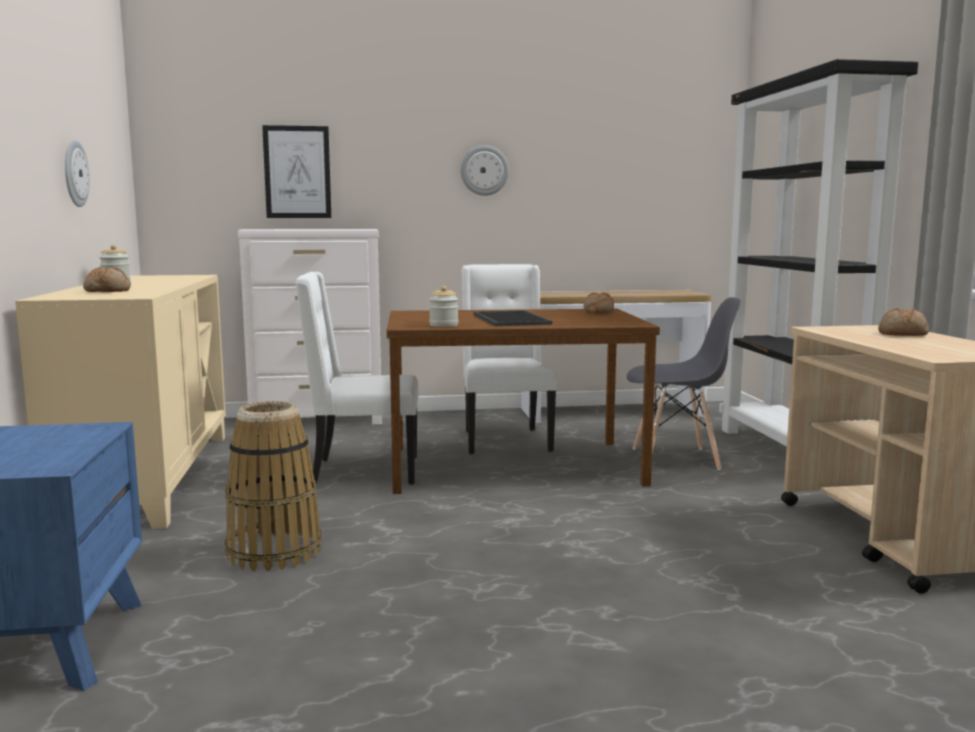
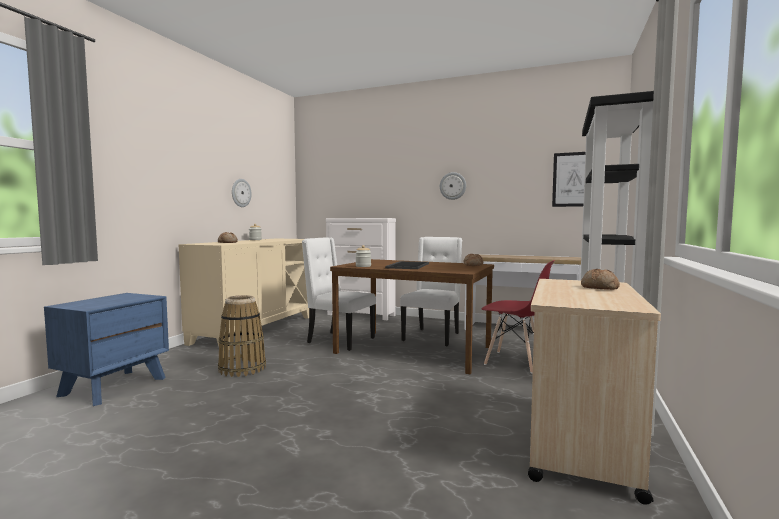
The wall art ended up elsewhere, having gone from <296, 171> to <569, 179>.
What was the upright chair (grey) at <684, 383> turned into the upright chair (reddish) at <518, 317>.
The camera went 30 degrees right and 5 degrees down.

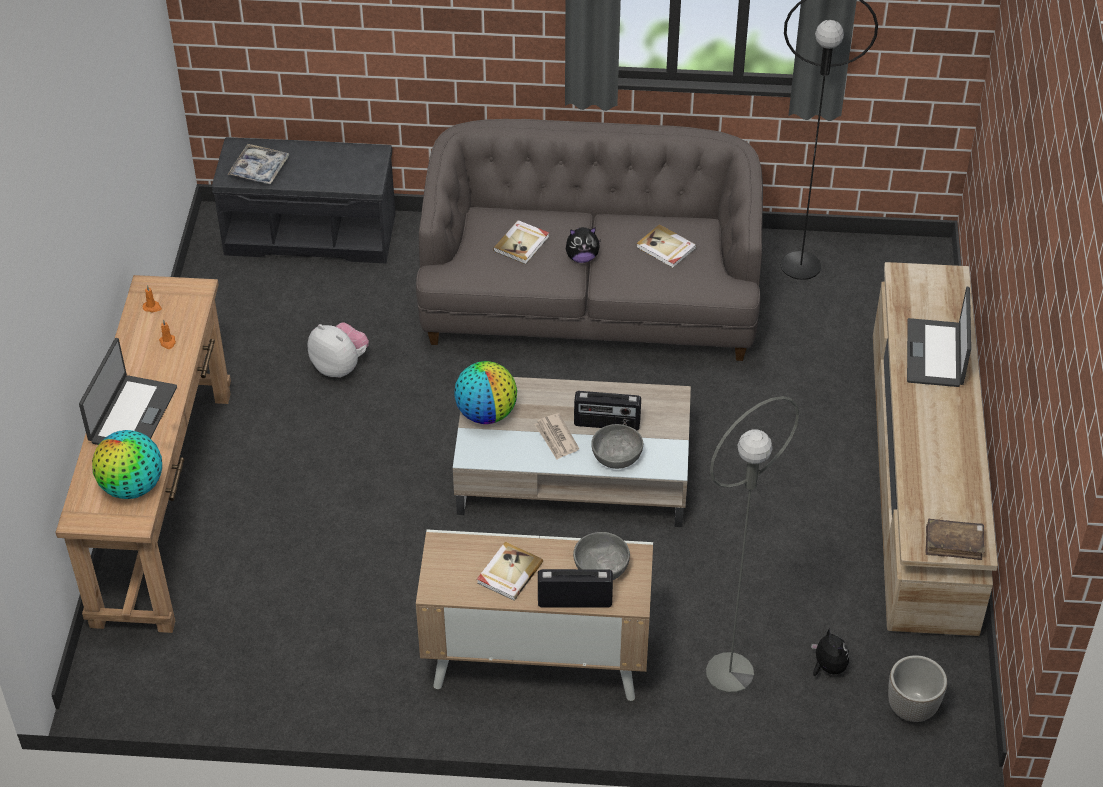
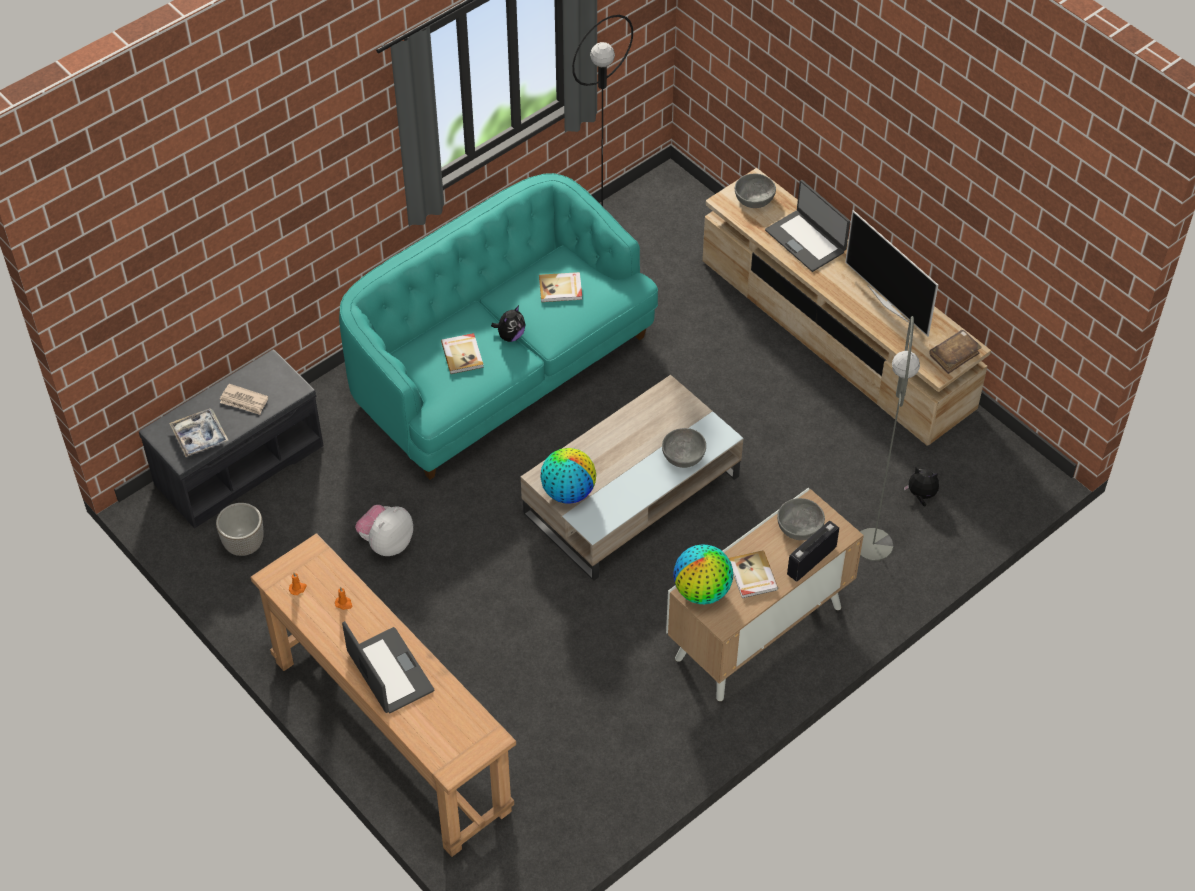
The second view lost the radio at <607, 410>.
The second view gained the bowl (grey) at <755, 191>.
The second view gained the television at <891, 273>.
The globe ended up elsewhere, having gone from <127, 464> to <703, 574>.
The newspaper ended up elsewhere, having gone from <556, 436> to <244, 399>.
The plant pot ended up elsewhere, having gone from <917, 688> to <240, 529>.
What was the couch (grey) at <589, 240> turned into the couch (turquoise) at <498, 326>.
The soft toy at <338, 350> ended up facing another way, 45 degrees counterclockwise from before.
The camera went 45 degrees left and 5 degrees up.

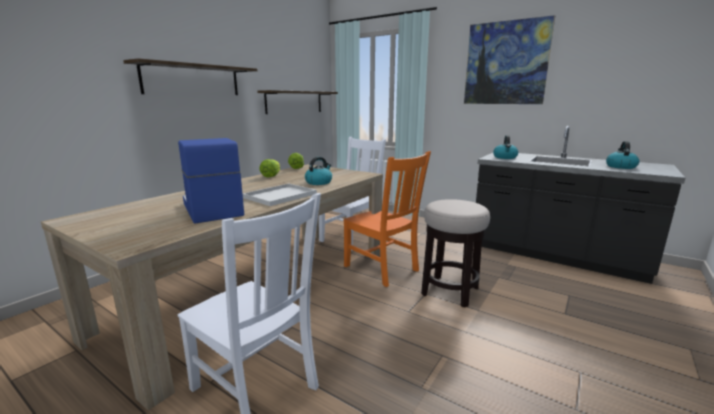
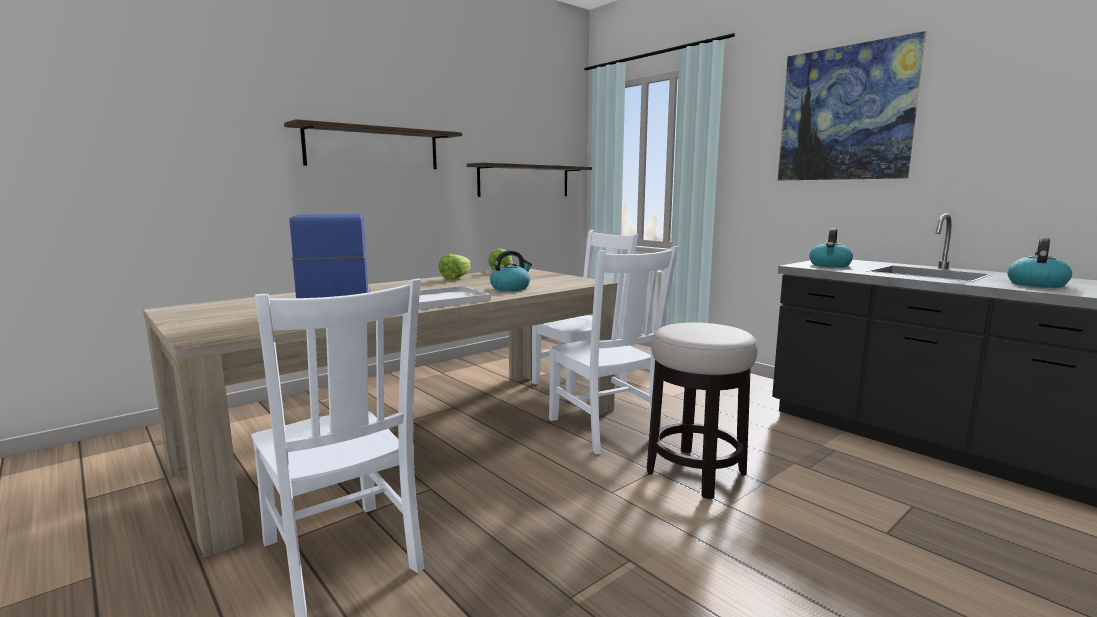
What was the upright chair (orangey) at <387, 219> turned into the upright chair (white) at <613, 350>.
The camera went 15 degrees right and 5 degrees down.

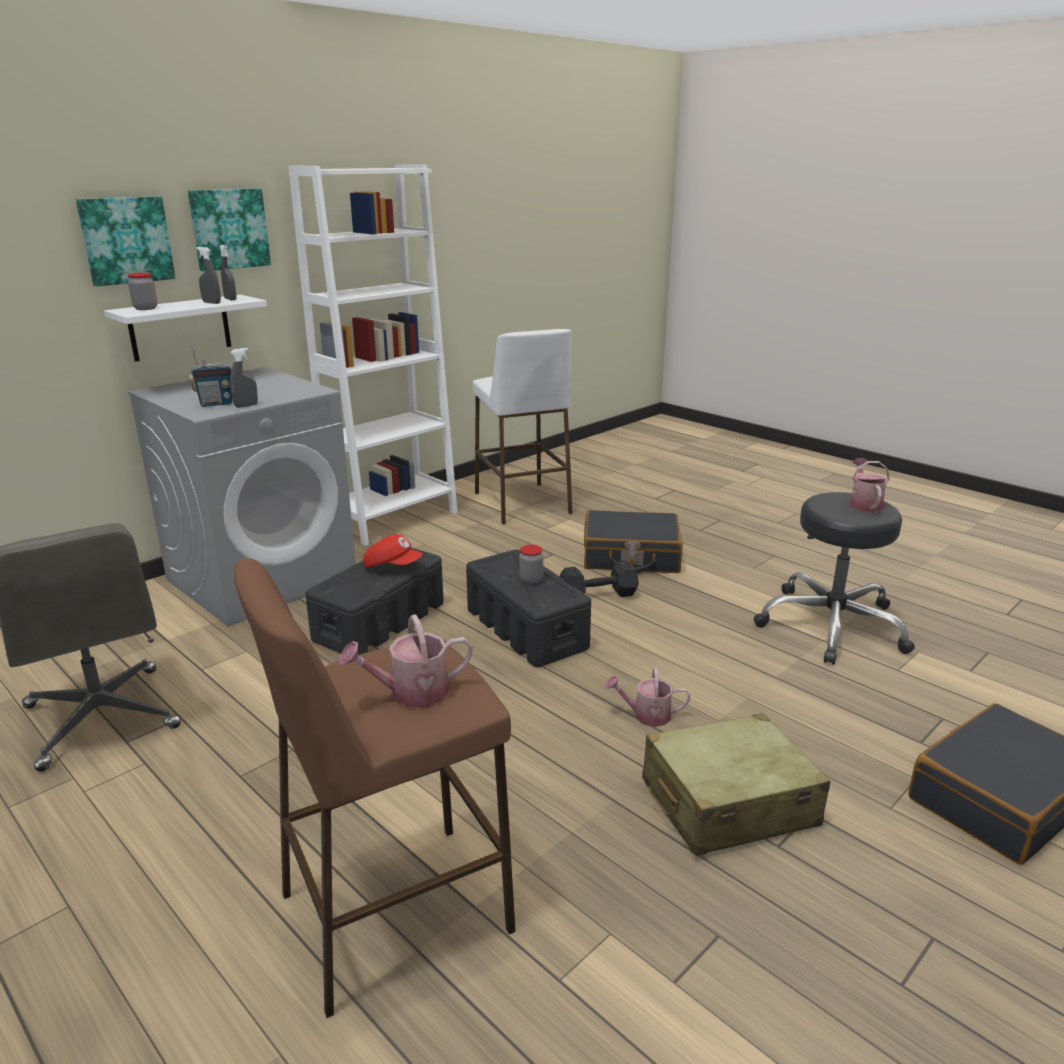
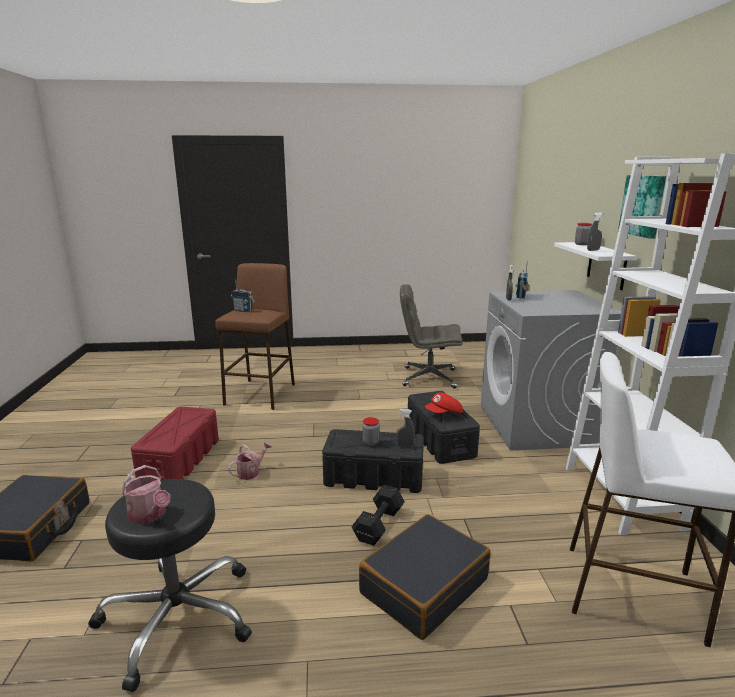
The second view lost the wall art at <126, 241>.
The spray bottle (grey) ended up elsewhere, having gone from <228, 272> to <405, 428>.
Where the watering can stood at <406, 660>, the radio came to stand at <243, 296>.
Where the piece of luggage (beige-coloured) stood at <736, 784>, the storage container (reddish) came to stand at <175, 443>.
The camera went 130 degrees right and 5 degrees down.

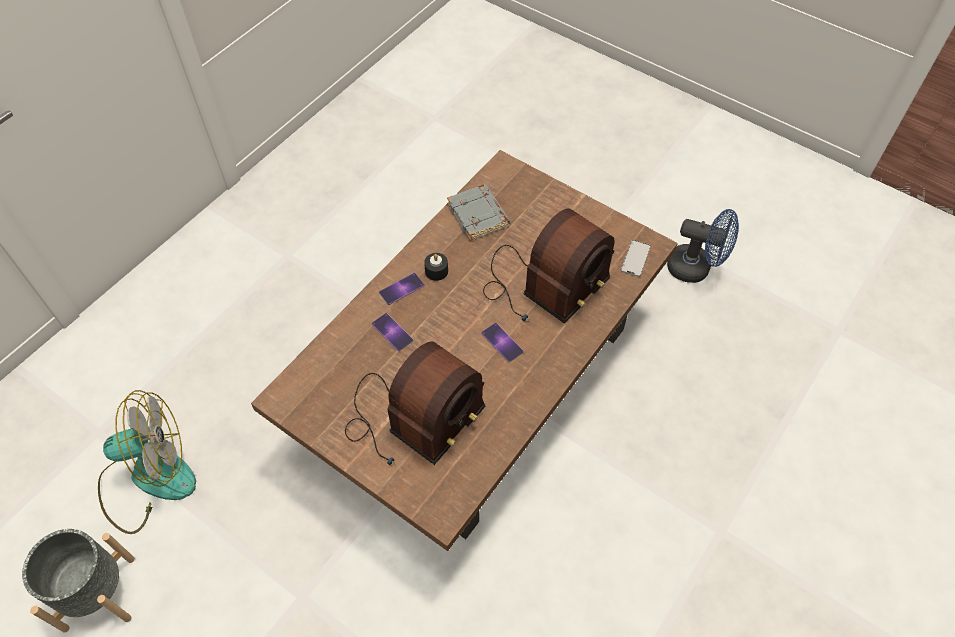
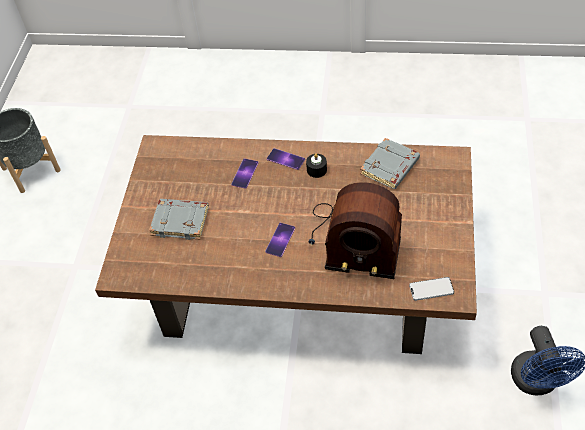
The second view lost the cooling fan at <147, 462>.
Where the radio stood at <415, 403>, the bound book (grey) came to stand at <179, 219>.
The camera went 65 degrees right and 5 degrees down.

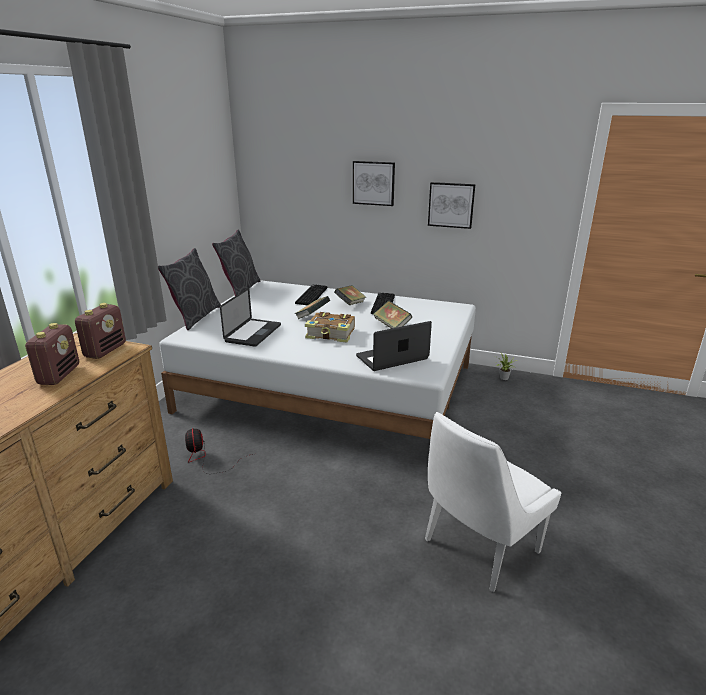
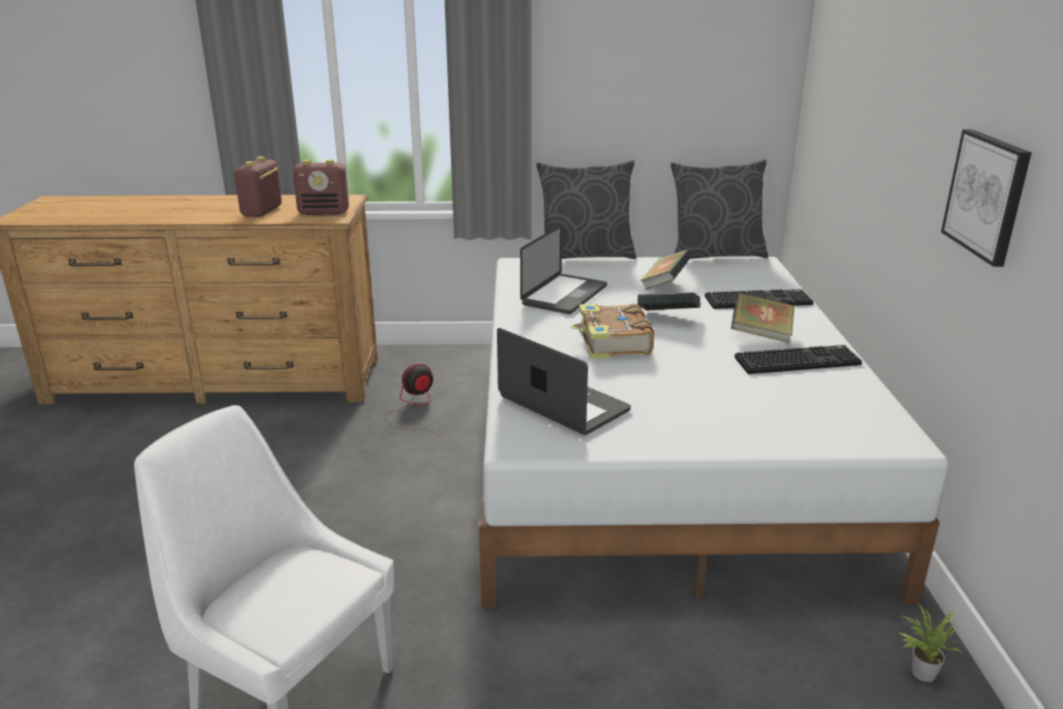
The second view lost the wall art at <374, 183>.
The bound book ended up elsewhere, having gone from <393, 315> to <666, 269>.
The radio at <52, 354> ended up facing another way, 120 degrees clockwise from before.
The notebook computer at <250, 317> ended up facing another way, 60 degrees counterclockwise from before.
The camera went 70 degrees right and 0 degrees up.

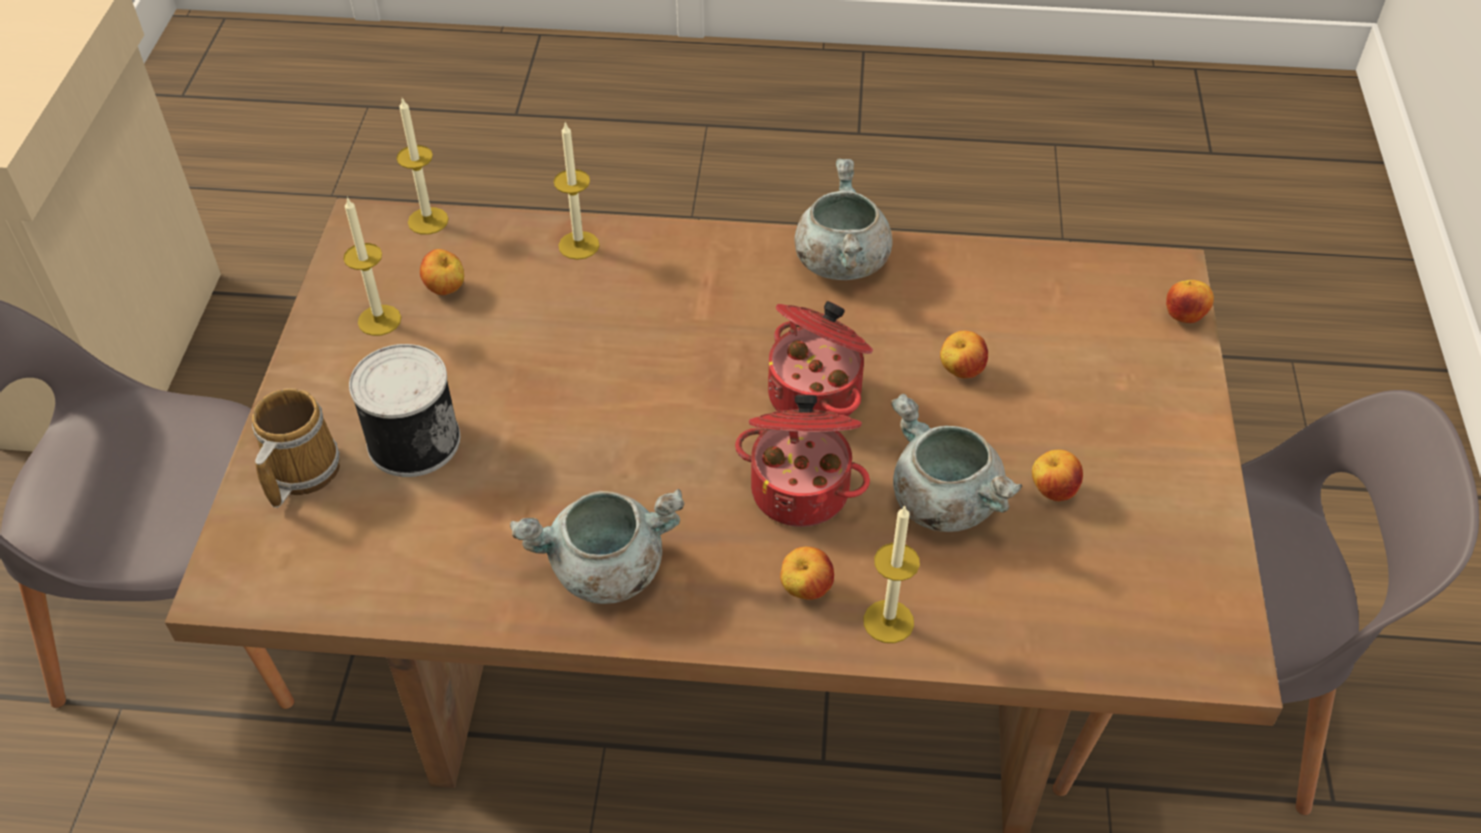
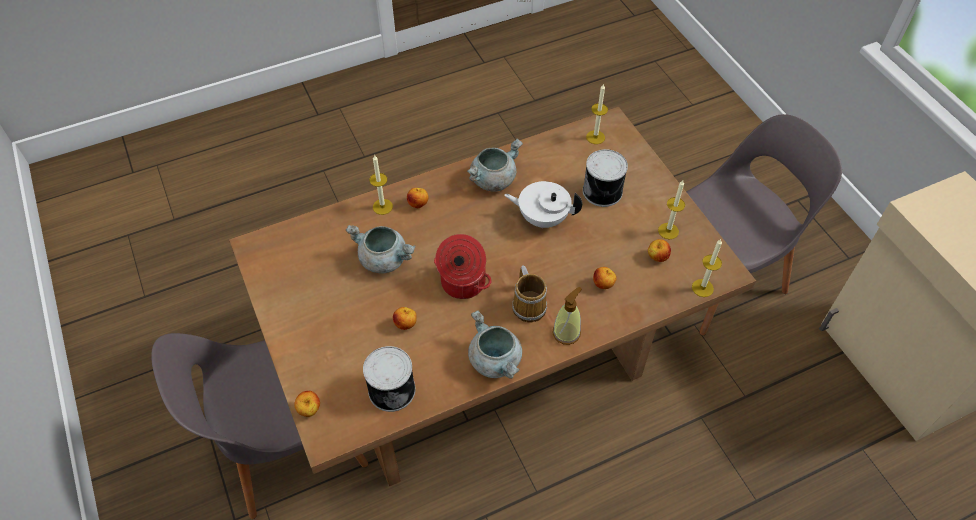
The second view lost the stockpot at <802, 461>.
The second view gained the can at <389, 379>.
The second view gained the teapot (white) at <543, 204>.
The second view gained the liquid soap bottle at <567, 316>.
The mug ended up elsewhere, having gone from <296, 448> to <529, 293>.
The wax candle ended up elsewhere, having gone from <577, 190> to <597, 114>.
The apple fruit ended up elsewhere, having gone from <1057, 475> to <605, 278>.
The camera went 150 degrees right and 5 degrees up.

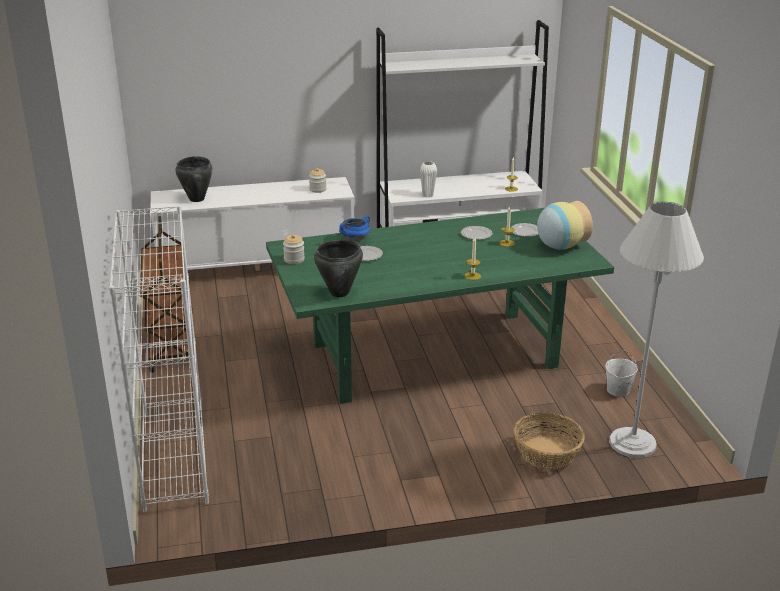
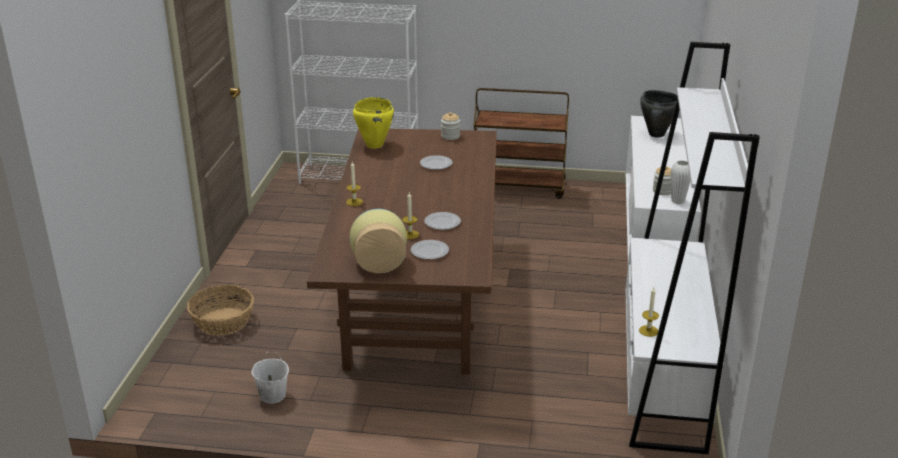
The second view lost the stockpot (blue) at <354, 229>.
The second view lost the floor lamp (white) at <656, 330>.
The vase (white) ended up elsewhere, having gone from <428, 179> to <680, 182>.
What was the kitchen table (greenish) at <440, 306> turned into the kitchen table (brown-coloured) at <402, 251>.
What was the stockpot (blackish) at <338, 268> turned into the stockpot (yellow-coloured) at <373, 122>.
The camera went 110 degrees right and 0 degrees up.

